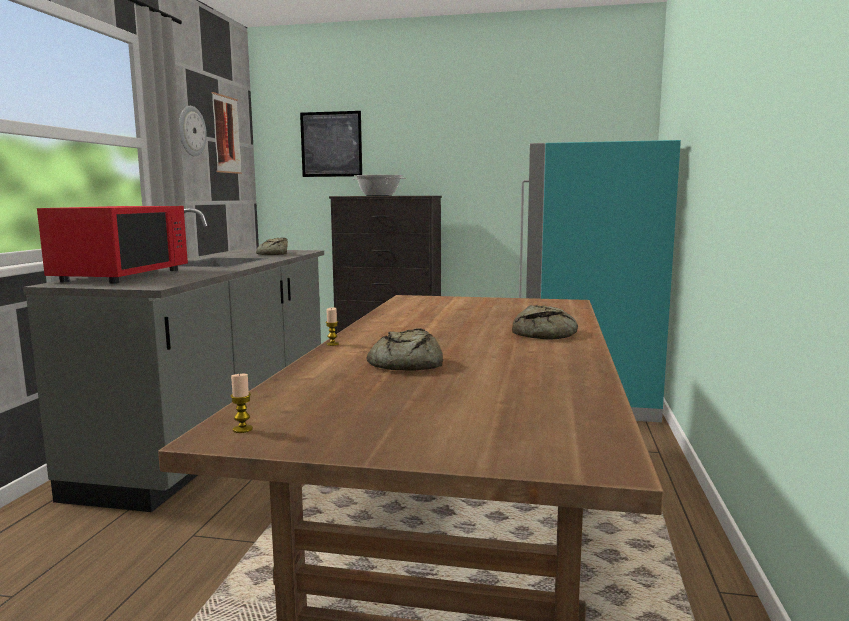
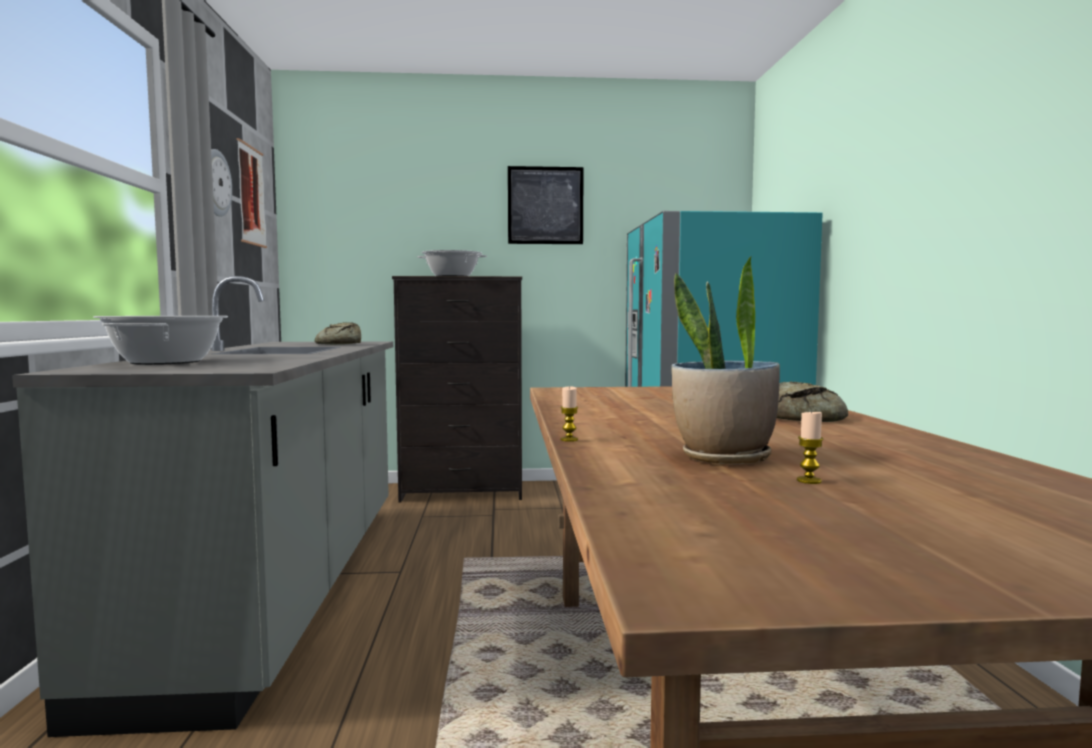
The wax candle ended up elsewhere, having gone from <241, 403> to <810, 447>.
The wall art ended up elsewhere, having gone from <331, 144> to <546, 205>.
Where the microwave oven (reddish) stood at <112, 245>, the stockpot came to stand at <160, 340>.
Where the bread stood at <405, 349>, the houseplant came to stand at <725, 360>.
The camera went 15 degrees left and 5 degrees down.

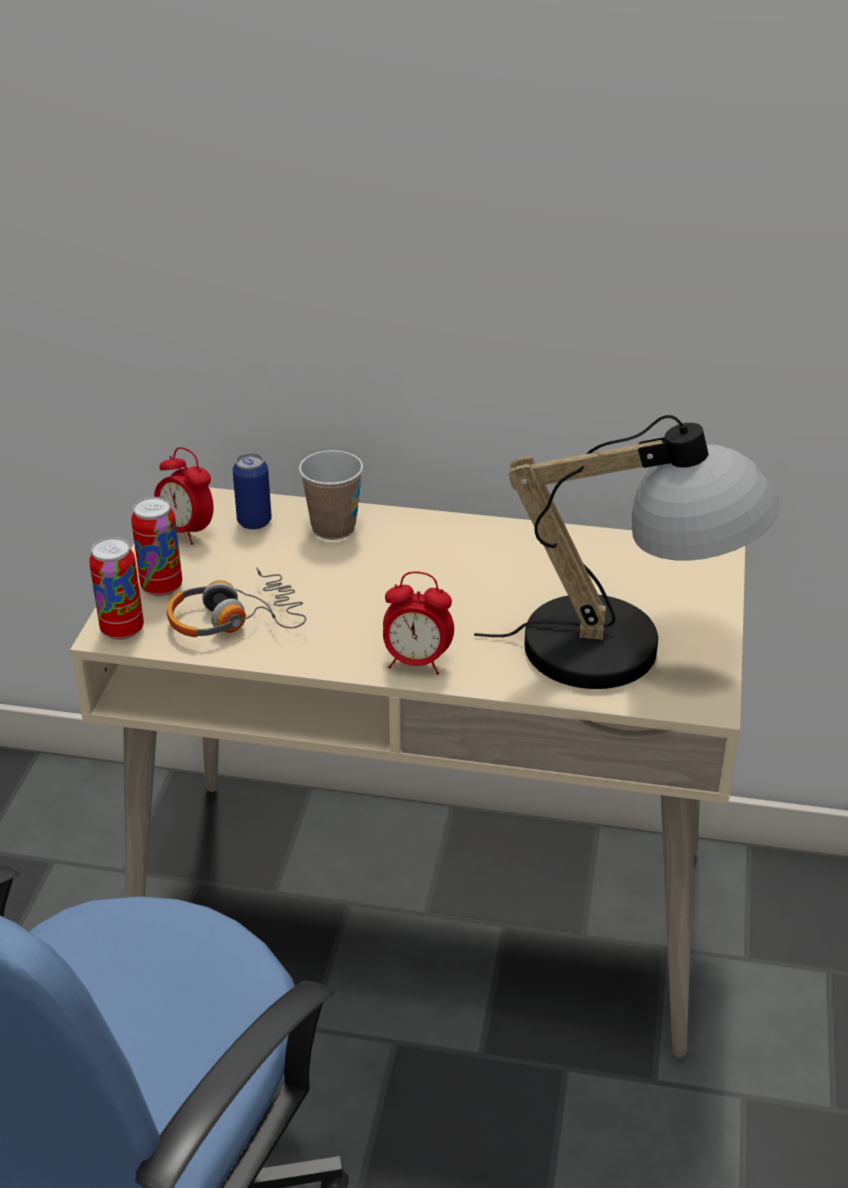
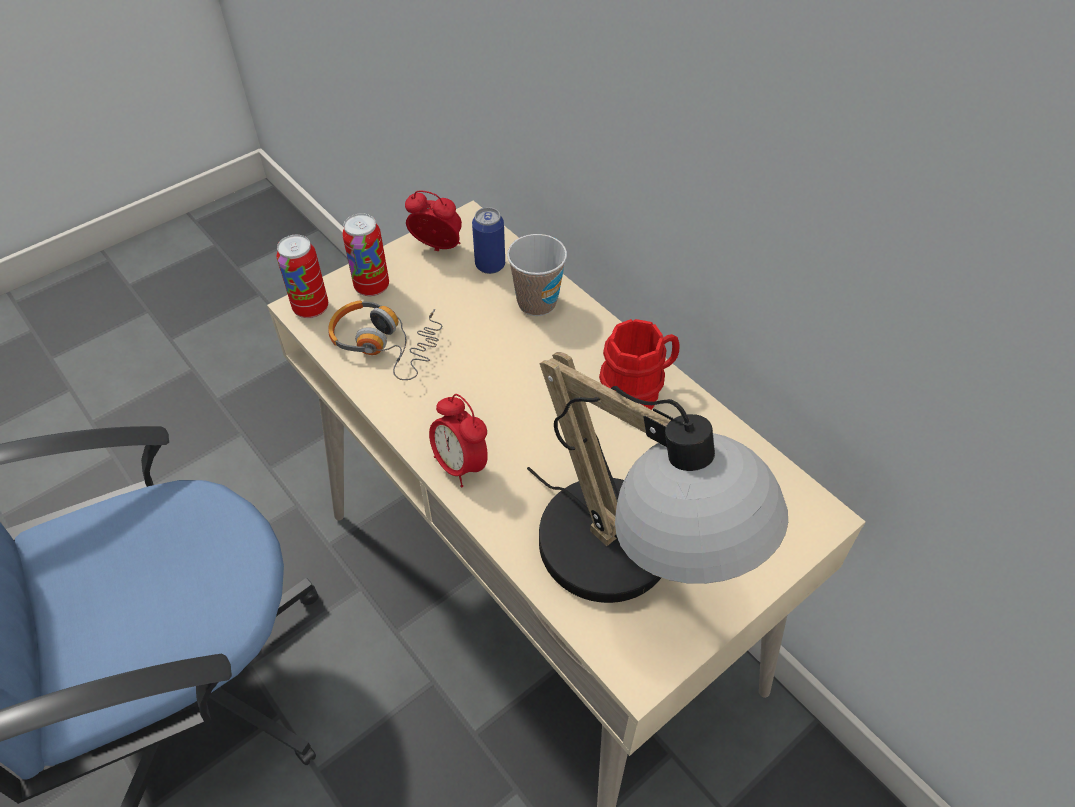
The second view gained the mug (reddish) at <639, 364>.
The alarm clock at <184, 496> ended up facing another way, 120 degrees clockwise from before.
The camera went 40 degrees right and 15 degrees up.

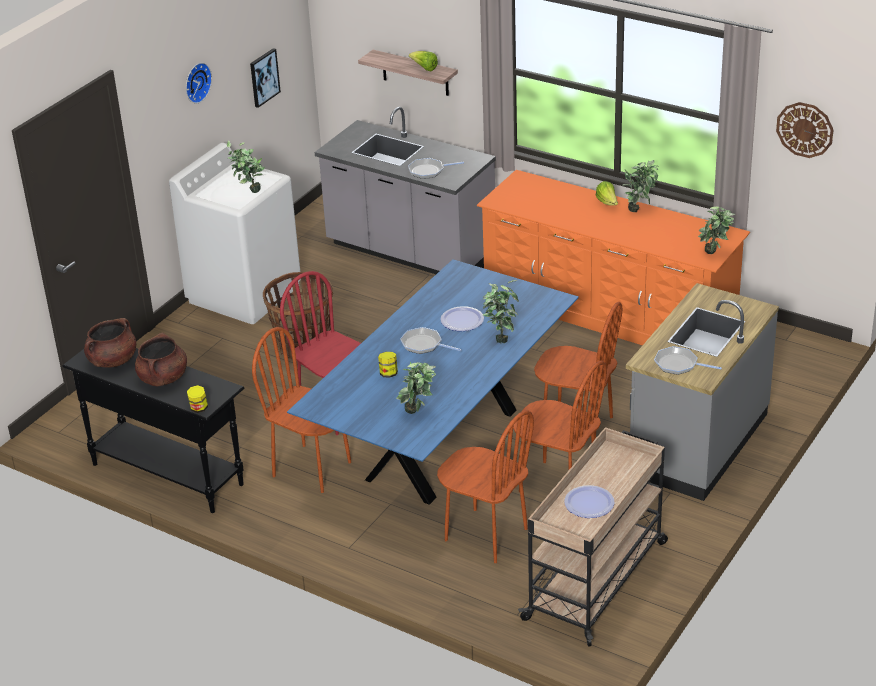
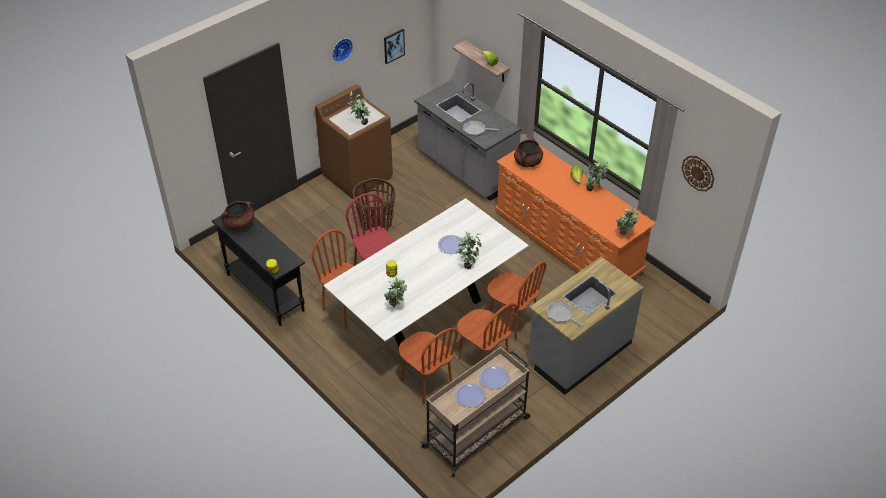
The second view lost the skillet at <431, 340>.
The second view gained the plate at <494, 377>.
The stockpot (brown-coloured) ended up elsewhere, having gone from <161, 359> to <528, 153>.
What was the laundry machine (white) at <235, 233> turned into the laundry machine (brown-coloured) at <354, 142>.
What was the kitchen table (blue) at <433, 382> turned into the kitchen table (white) at <426, 272>.
The camera went 15 degrees right and 10 degrees up.

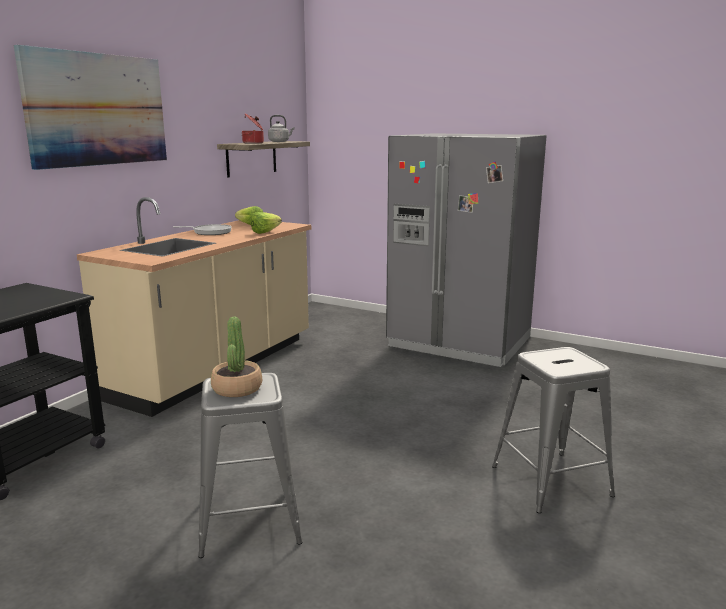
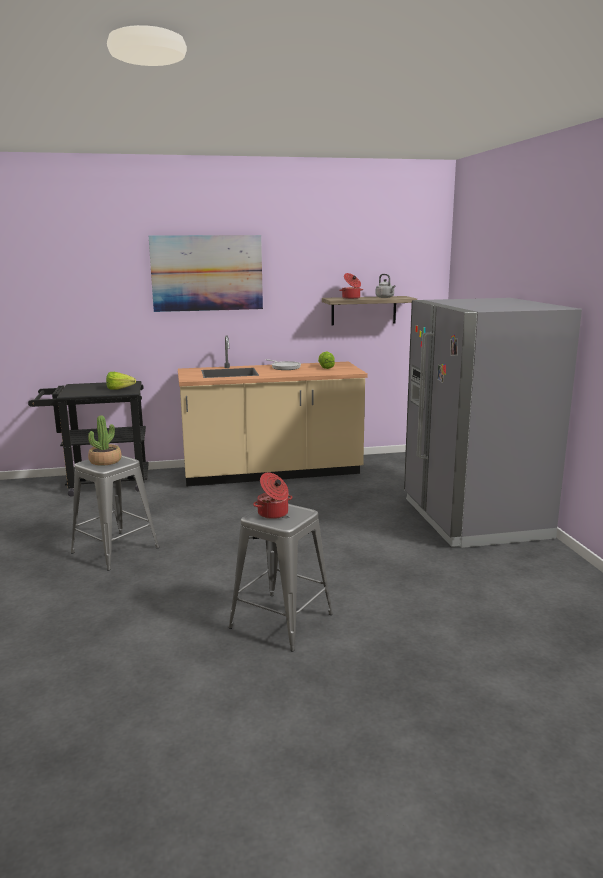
The second view gained the stockpot at <272, 495>.
The lettuce head ended up elsewhere, having gone from <266, 223> to <121, 381>.
The camera went 50 degrees right and 0 degrees up.

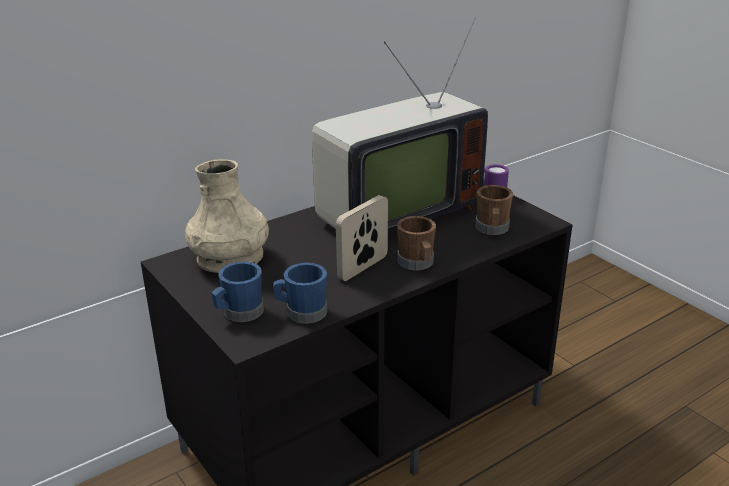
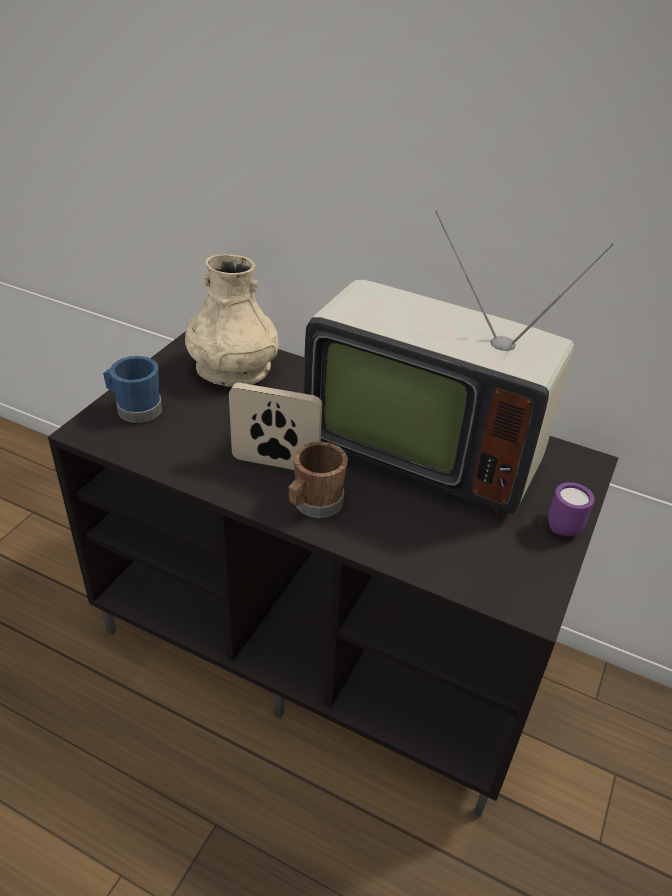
The second view lost the mug (blue) at <300, 293>.
The second view lost the mug (brown-coloured) at <494, 210>.
The camera went 60 degrees right and 10 degrees up.

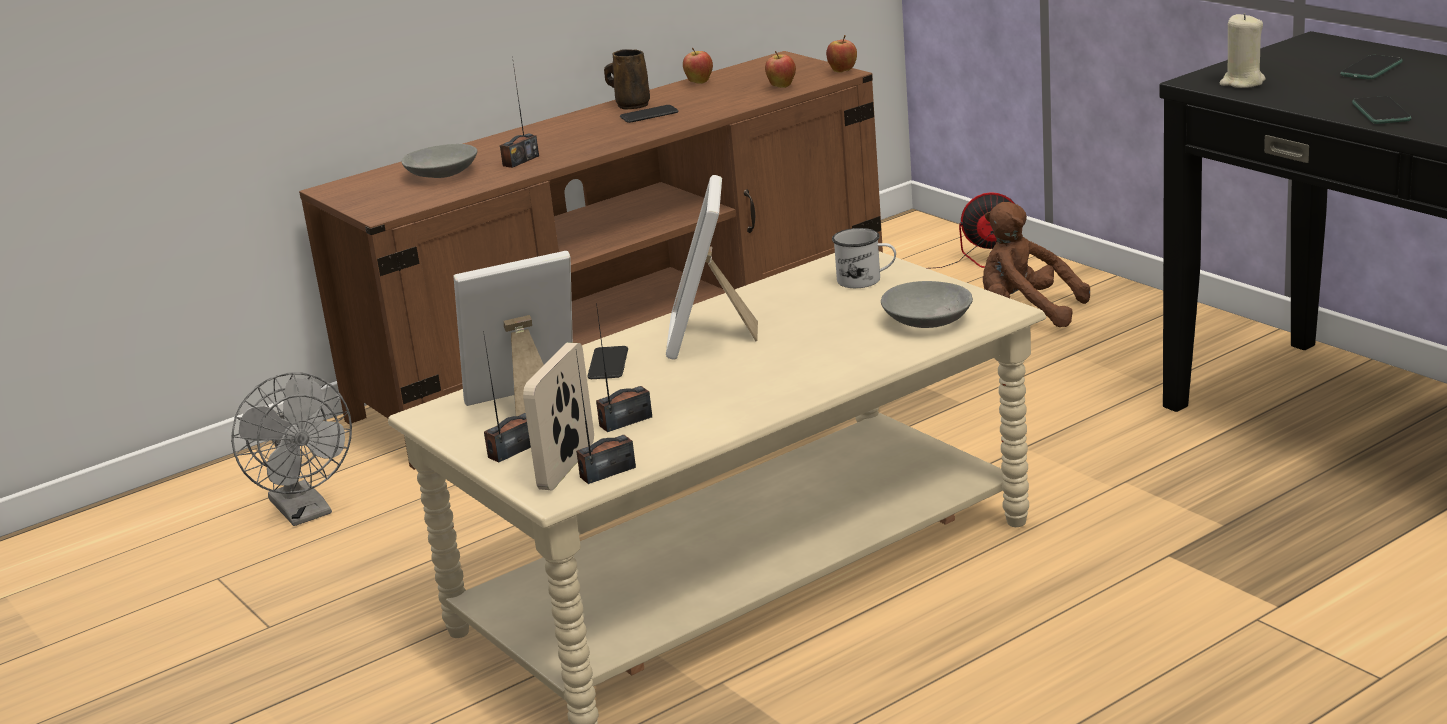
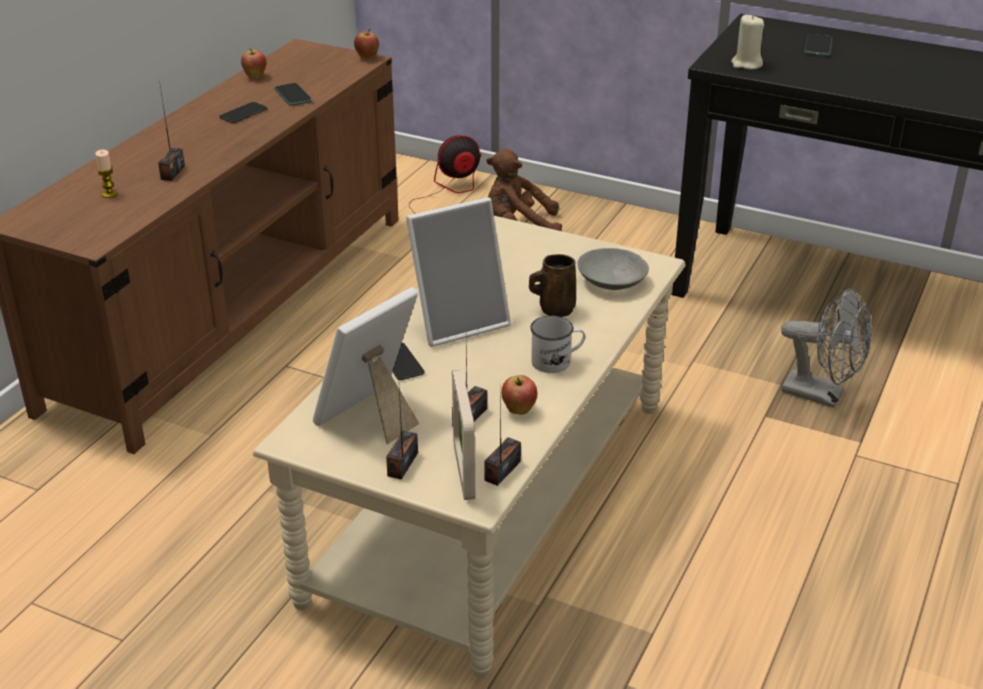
The cooling fan (grey) ended up elsewhere, having gone from <291, 449> to <826, 348>.
The mug (brown-coloured) ended up elsewhere, having gone from <627, 79> to <552, 285>.
The apple fruit ended up elsewhere, having gone from <780, 69> to <519, 395>.
The mug (white) ended up elsewhere, having gone from <864, 258> to <557, 344>.
The phone ended up elsewhere, having gone from <1381, 110> to <293, 94>.
Where the bowl (grey) stood at <439, 161>, the wax candle came to stand at <106, 174>.
The picture frame at <712, 267> ended up facing another way, 90 degrees counterclockwise from before.
The camera went 30 degrees left and 10 degrees up.

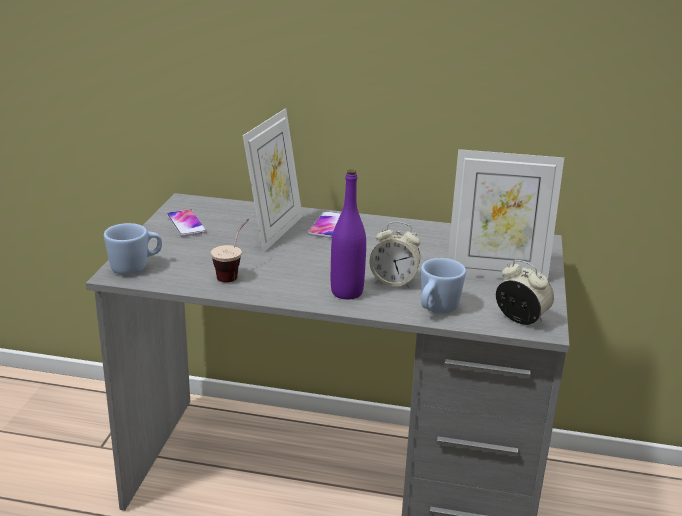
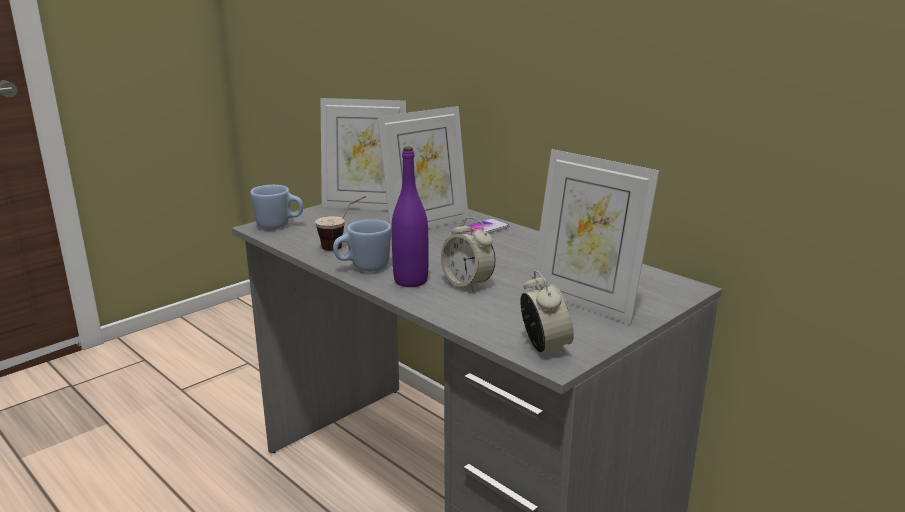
The mug (blue) ended up elsewhere, having gone from <443, 286> to <362, 245>.
Where the phone stood at <187, 223>, the picture frame came to stand at <363, 154>.
The camera went 35 degrees right and 5 degrees down.

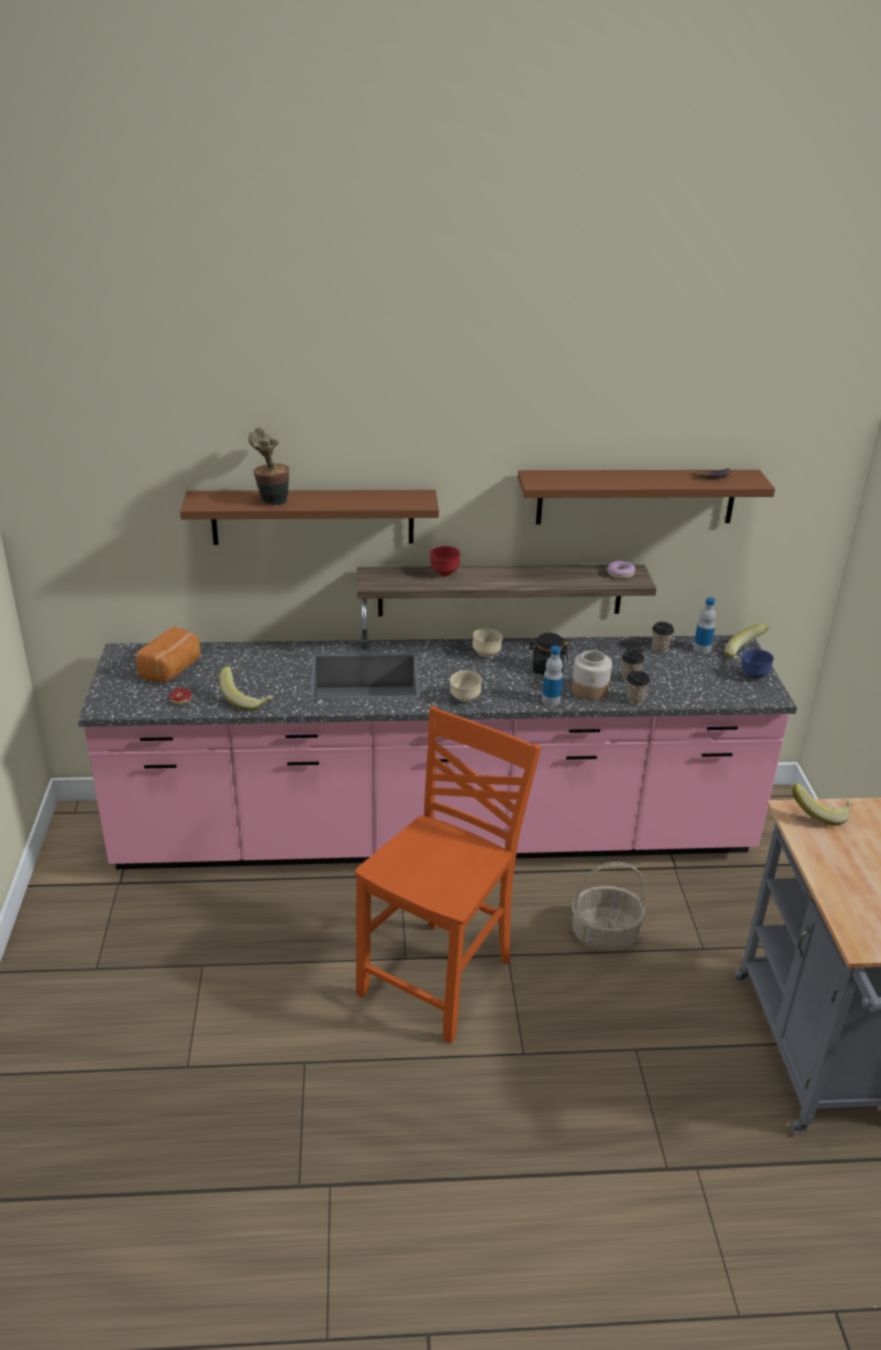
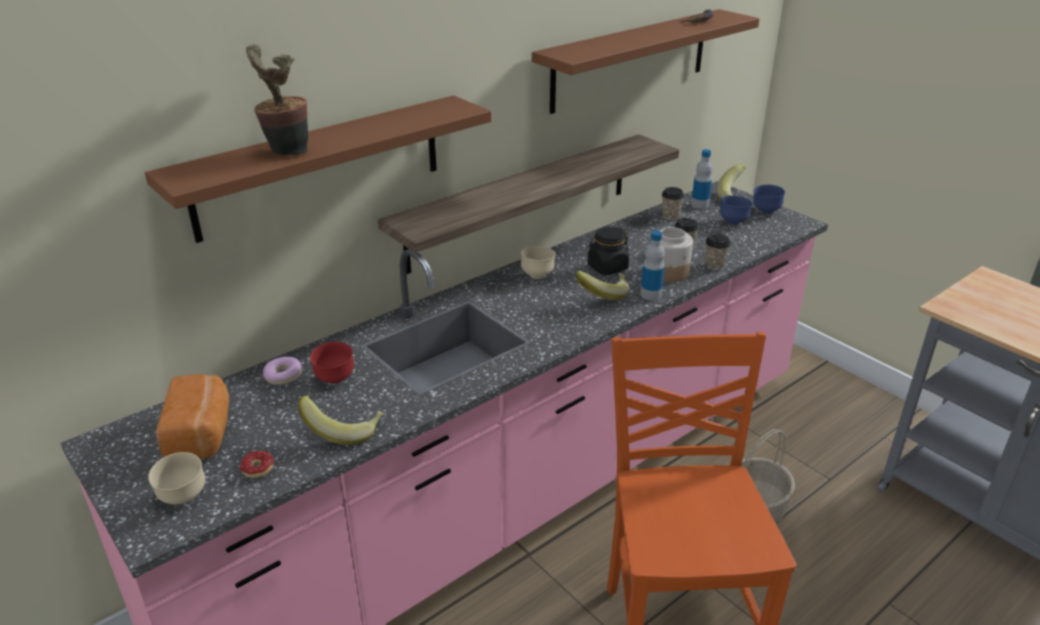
The second view gained the bowl (blue) at <736, 210>.
The bowl (reddish) ended up elsewhere, having gone from <445, 561> to <332, 362>.
The bowl (beige-coloured) ended up elsewhere, having gone from <466, 686> to <176, 478>.
The ring doughnut ended up elsewhere, having gone from <621, 570> to <282, 371>.
The banana fruit ended up elsewhere, having gone from <822, 804> to <602, 285>.
The camera went 35 degrees left and 0 degrees up.

